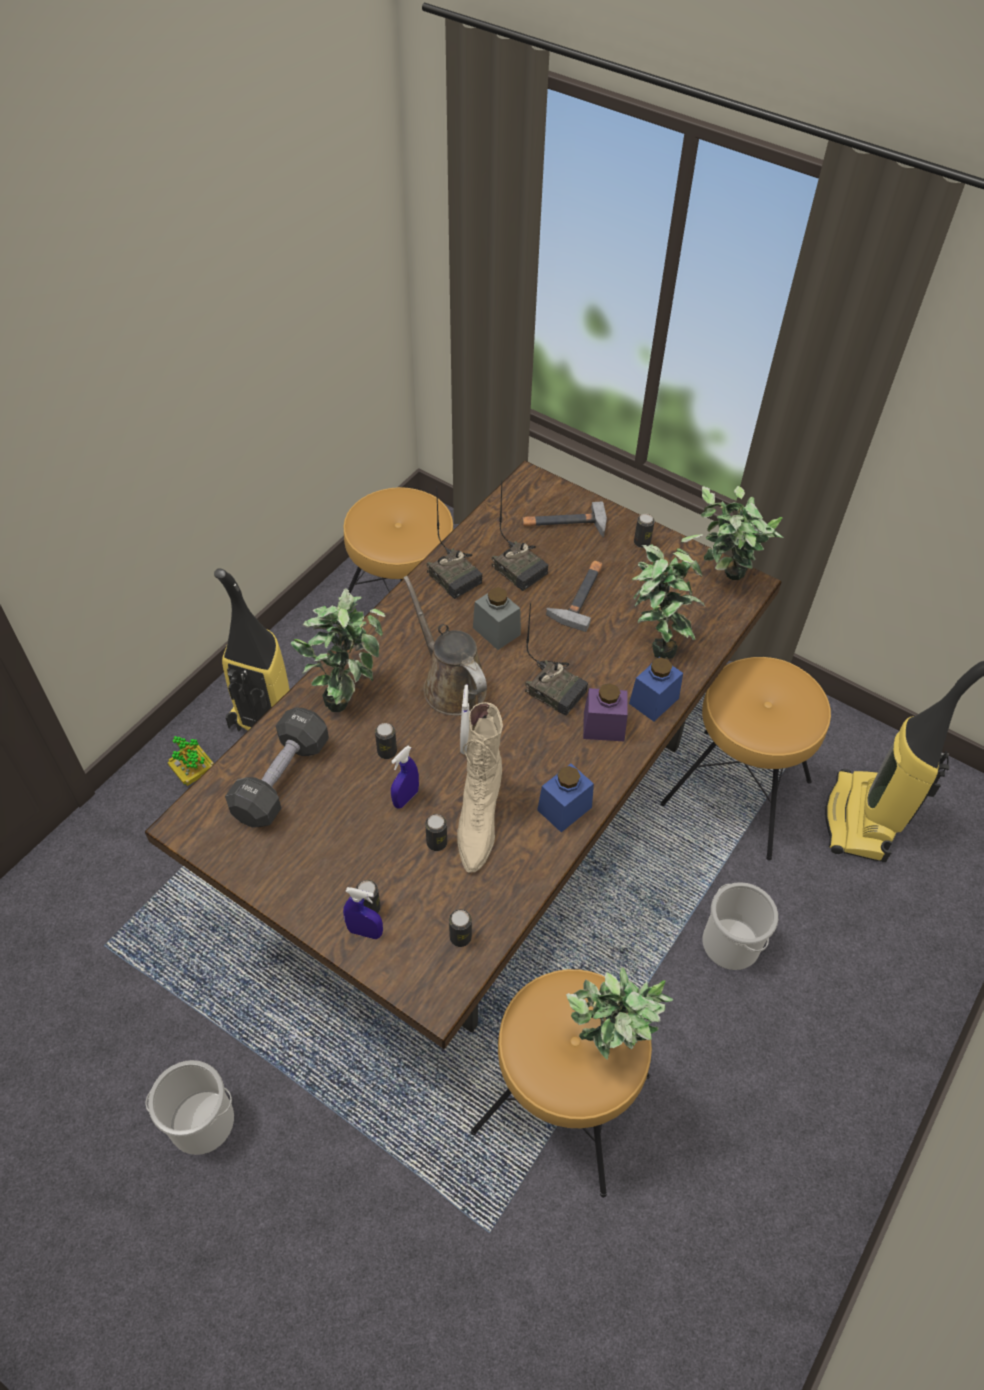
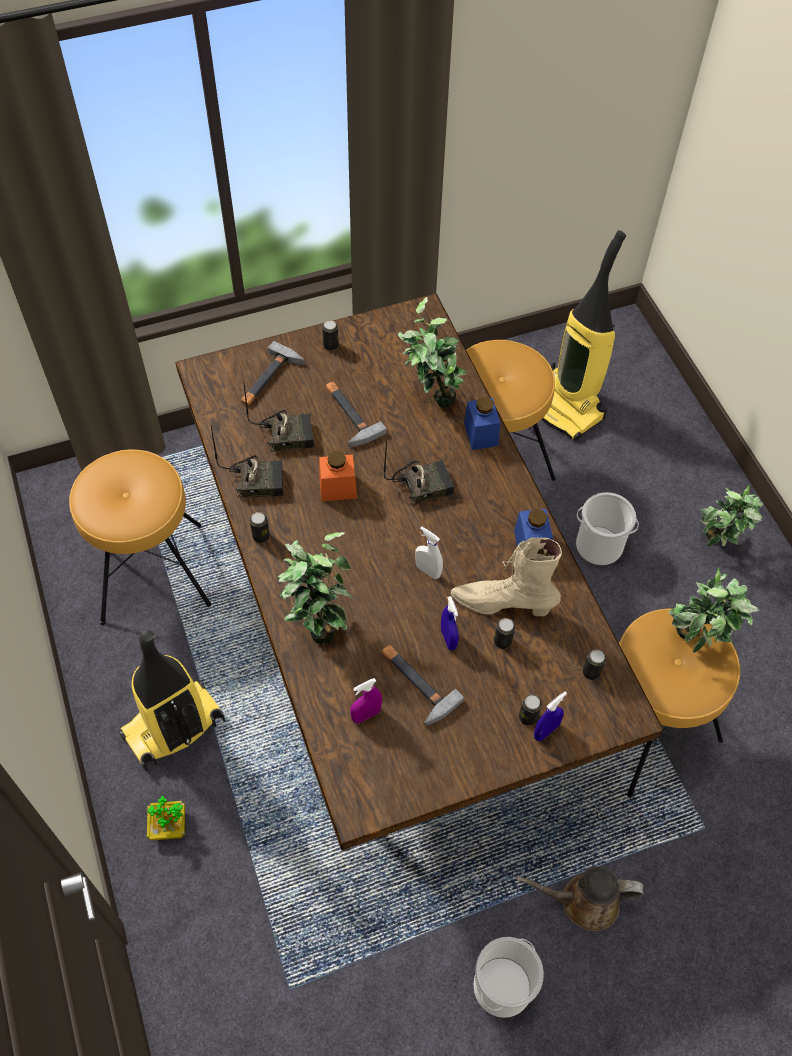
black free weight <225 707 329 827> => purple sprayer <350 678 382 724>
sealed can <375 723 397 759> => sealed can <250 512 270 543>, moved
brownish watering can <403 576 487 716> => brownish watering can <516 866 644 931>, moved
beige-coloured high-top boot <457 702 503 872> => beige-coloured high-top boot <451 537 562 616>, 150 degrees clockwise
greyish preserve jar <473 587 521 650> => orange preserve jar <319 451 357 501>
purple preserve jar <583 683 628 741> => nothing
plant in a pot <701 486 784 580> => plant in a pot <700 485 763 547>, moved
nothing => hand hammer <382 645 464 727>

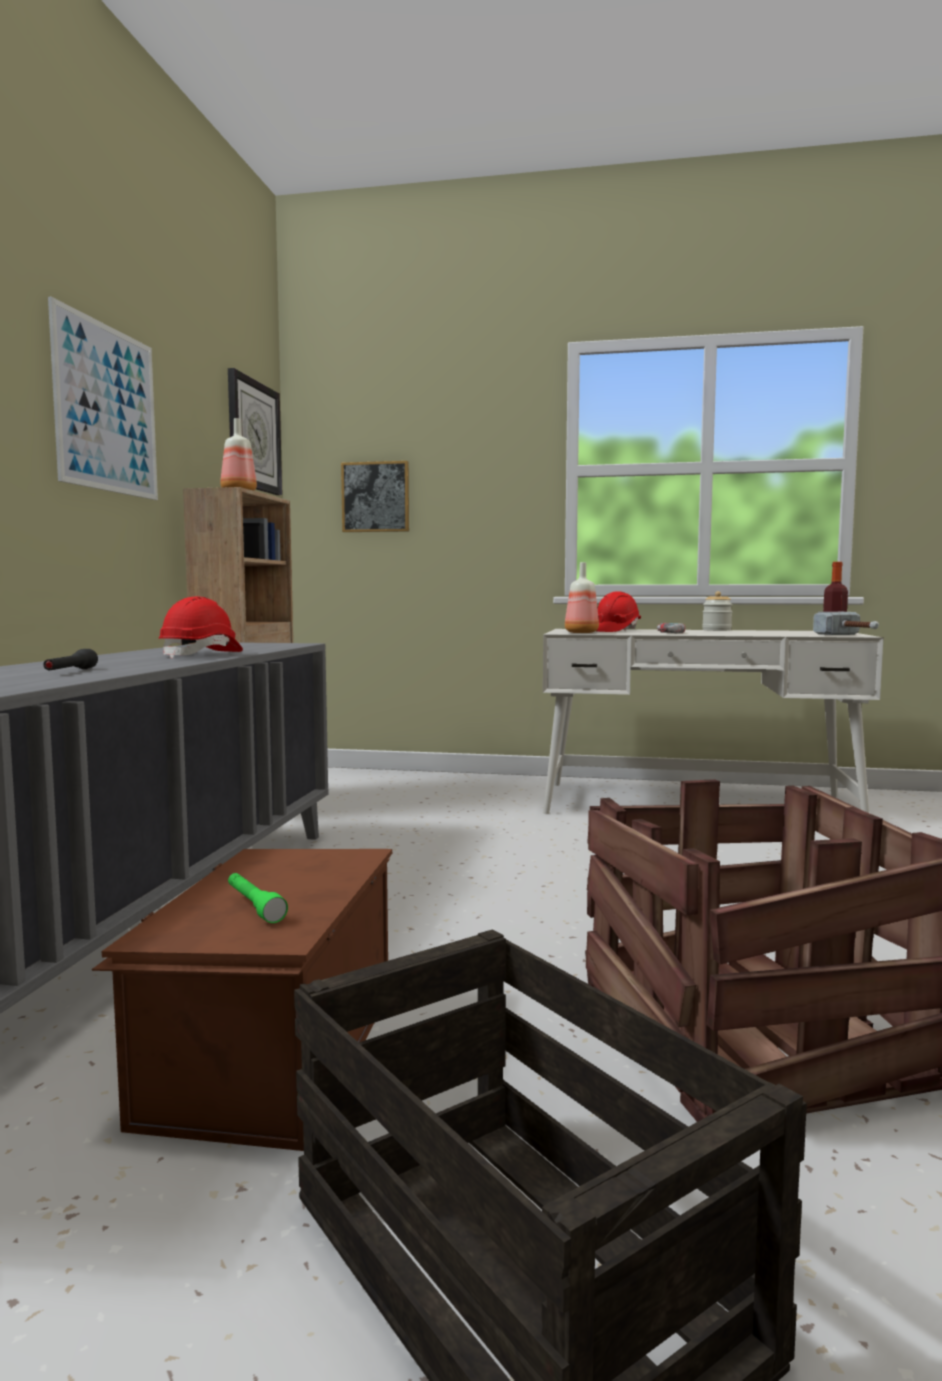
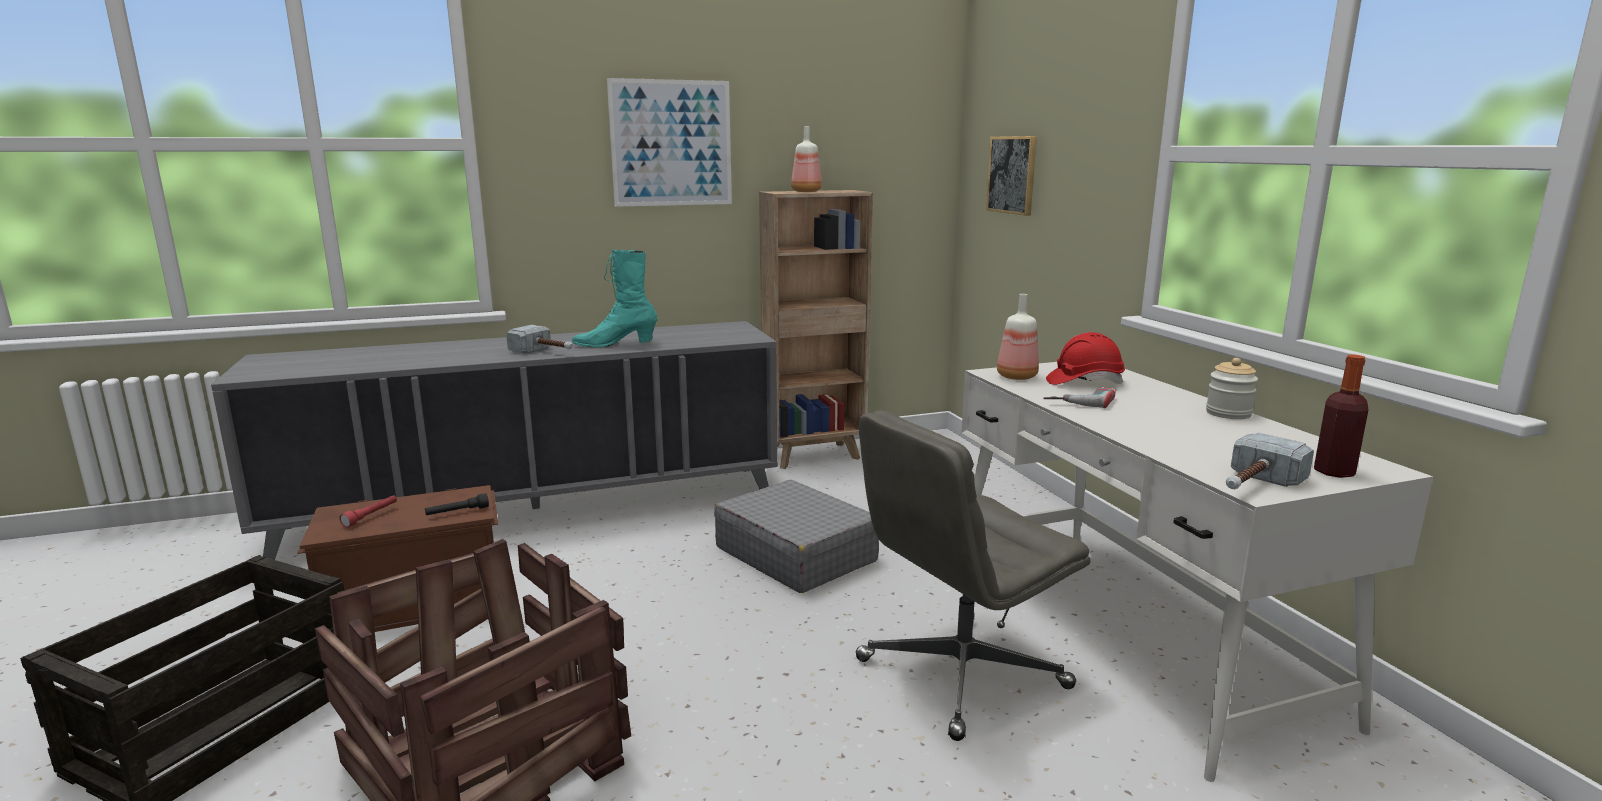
black torch <43 649 98 670> => black torch <425 493 489 515>, moved
red-coloured hard hat <159 596 243 658> => blue-green high-top boot <572 250 657 348>
clock on the wall <228 368 282 495> => nothing
greenish torch <228 873 288 923> => red-coloured torch <339 495 397 528>
nothing => hand hammer <506 325 572 354>
nothing => greyish travel case <714 480 879 593>
nothing => greyish computer chair <856 410 1090 741>

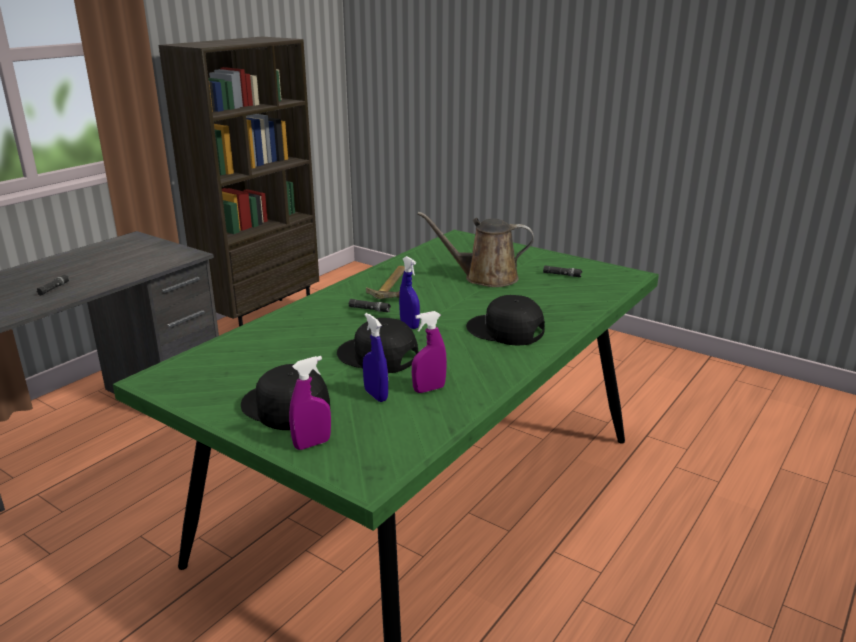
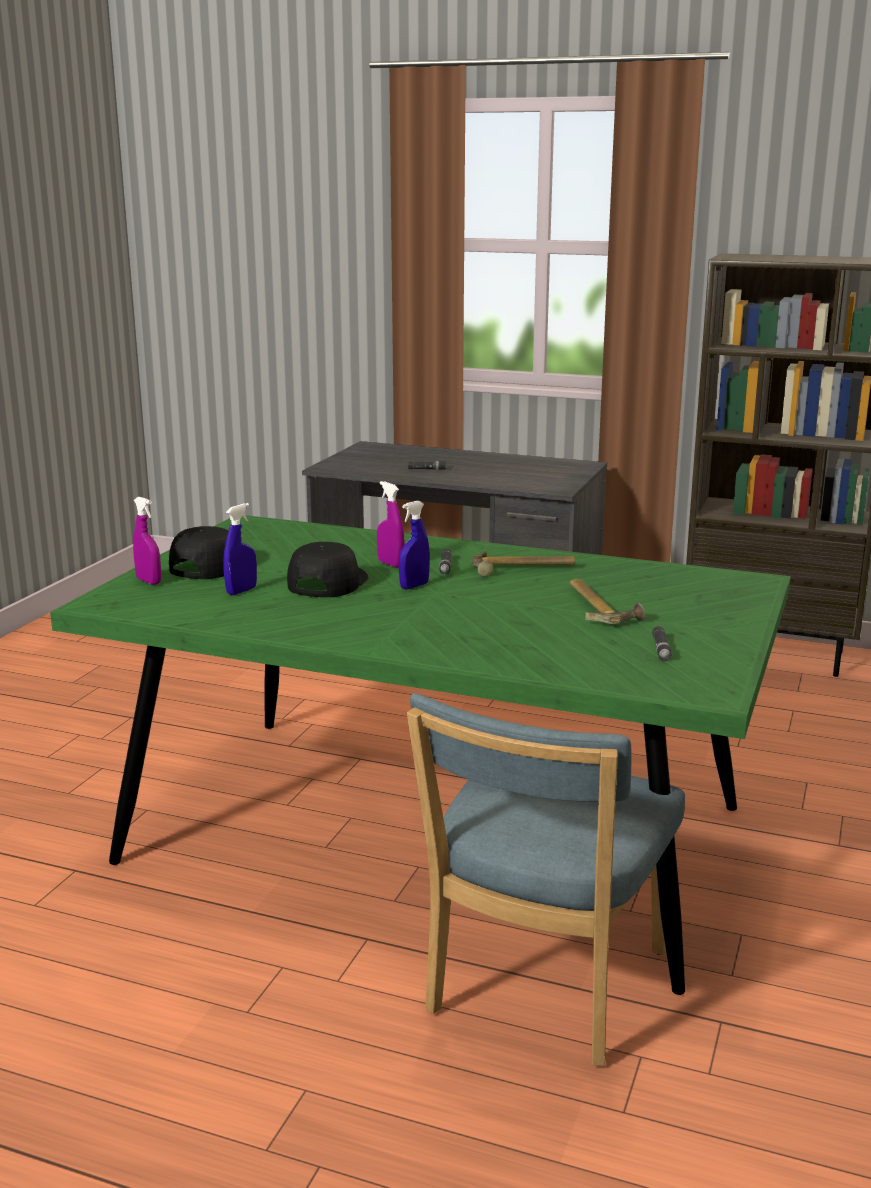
purple sprayer <412 311 447 393> => purple sprayer <377 481 405 568>, moved
brownish watering can <418 212 534 287> => hand hammer <570 579 645 624>
black peaked cap <466 295 545 346> => nothing
nothing => blue-coloured upright chair <407 693 685 1066>

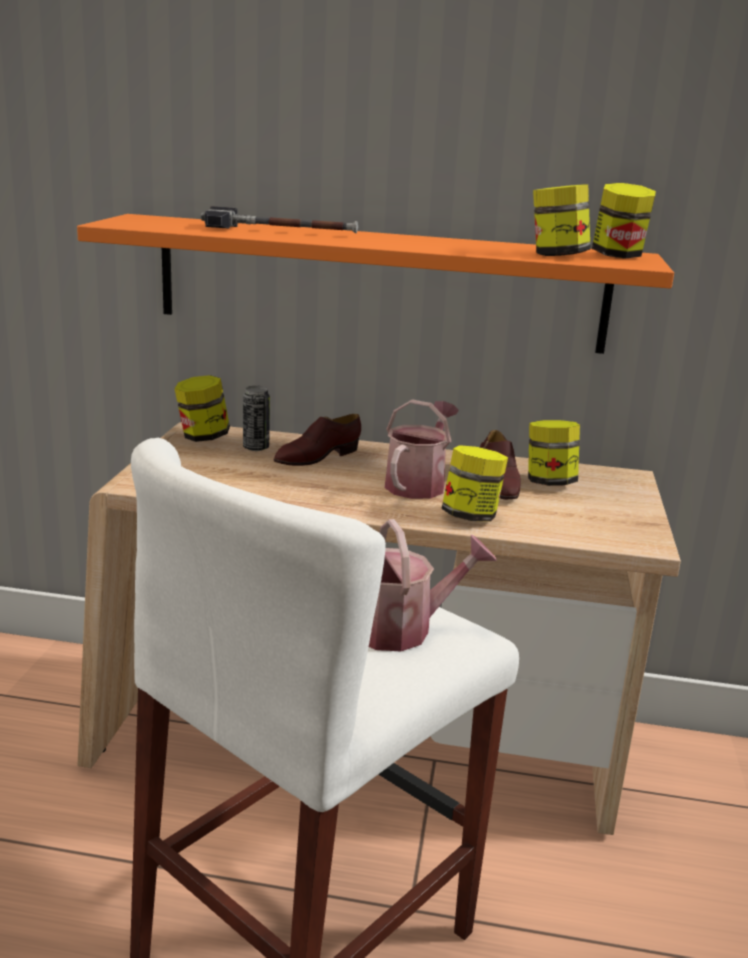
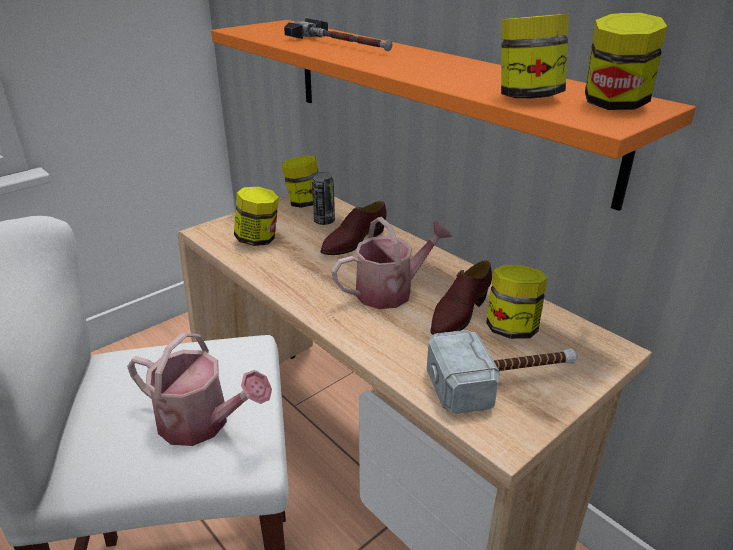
brownish low shoe <274 414 361 466> => brownish low shoe <320 201 387 255>, 45 degrees counterclockwise
preserve jar <441 445 508 522> => preserve jar <234 187 279 246>, moved
nothing => hand hammer <427 330 578 414>

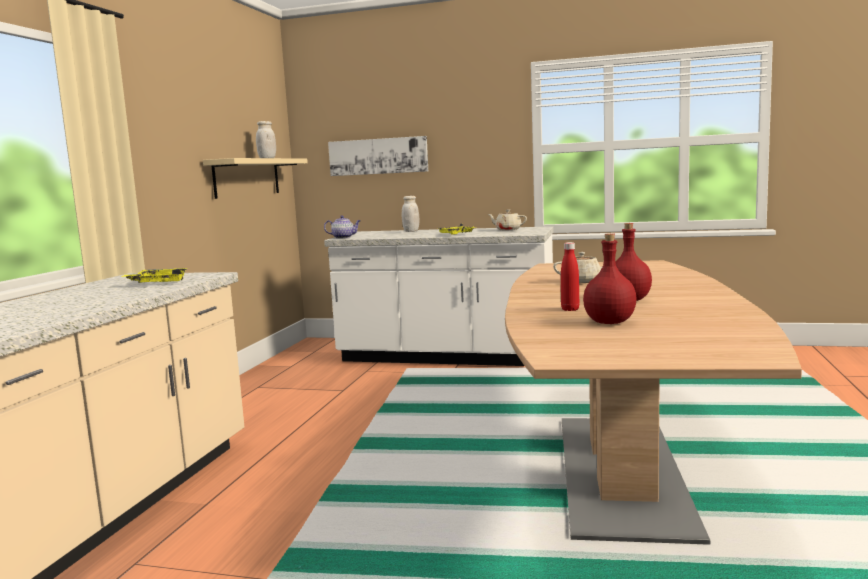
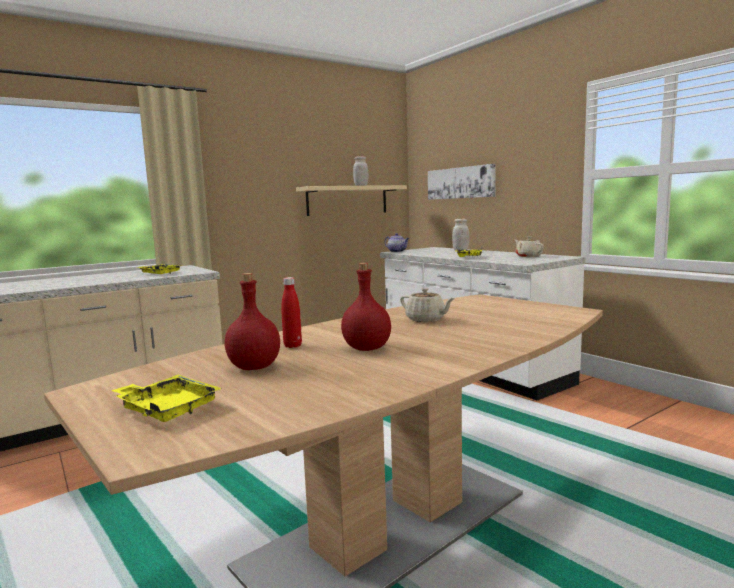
nothing => yellow carrying tray <111 375 222 422>

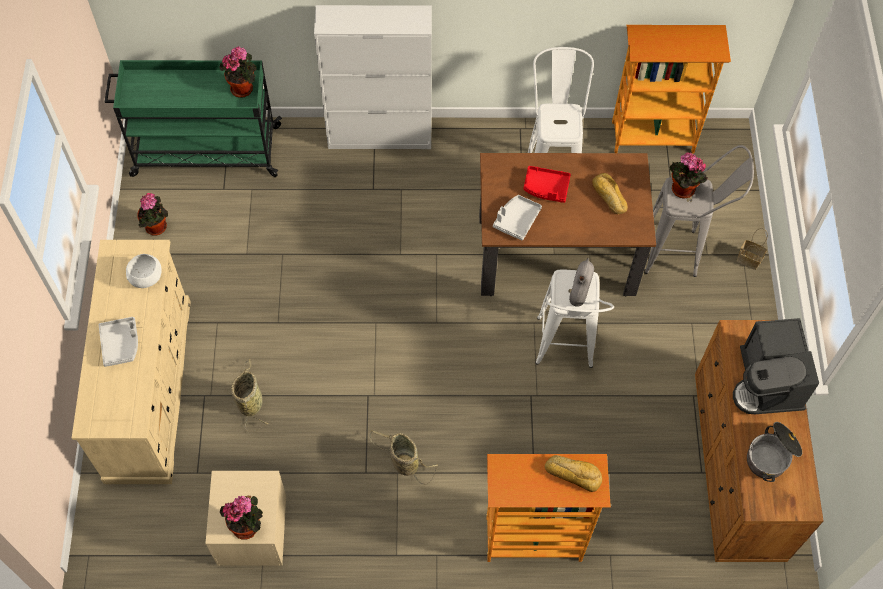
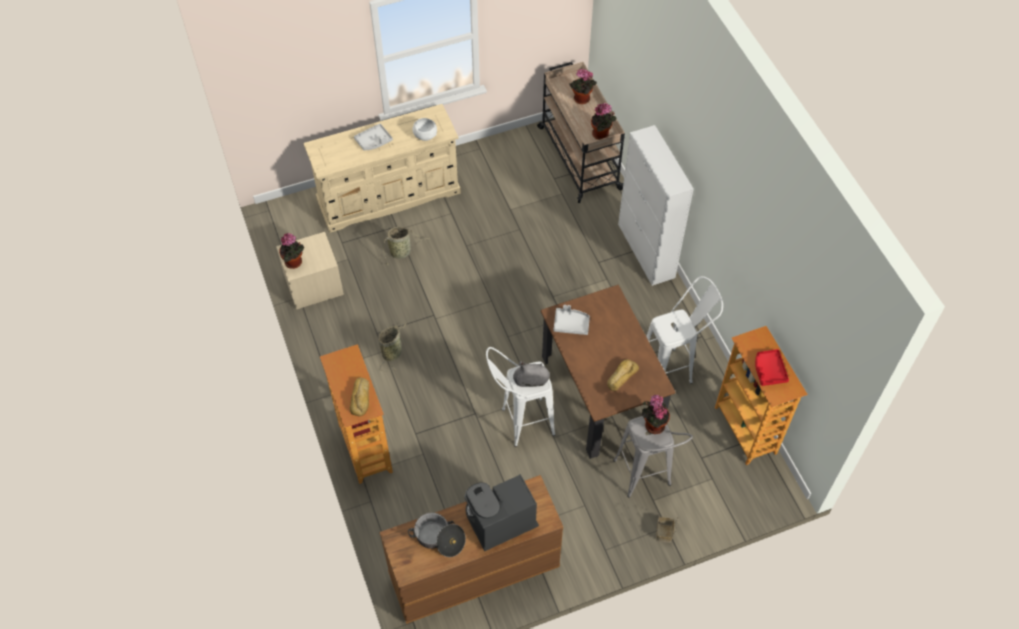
greenish trolley <104 60 282 177> => beige-coloured trolley <537 62 625 203>
plant in a pot <138 193 168 236> => plant in a pot <569 69 597 104>, moved
red-coloured carrying tray <524 166 571 203> => red-coloured carrying tray <755 349 789 386>, moved

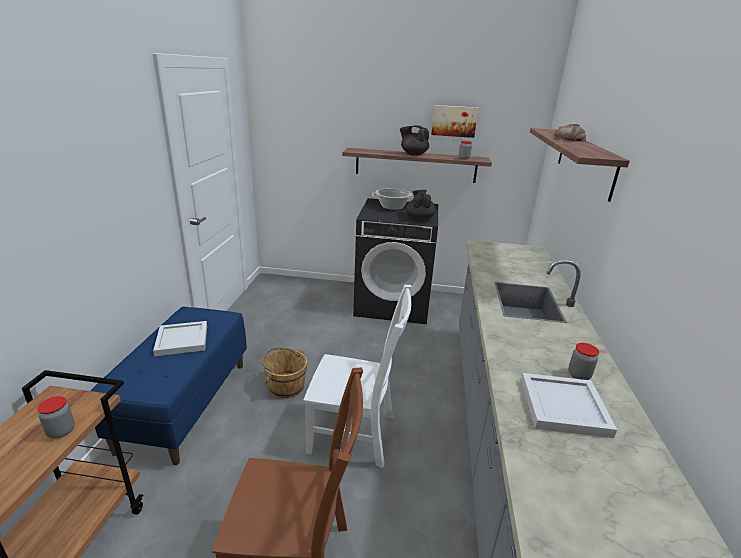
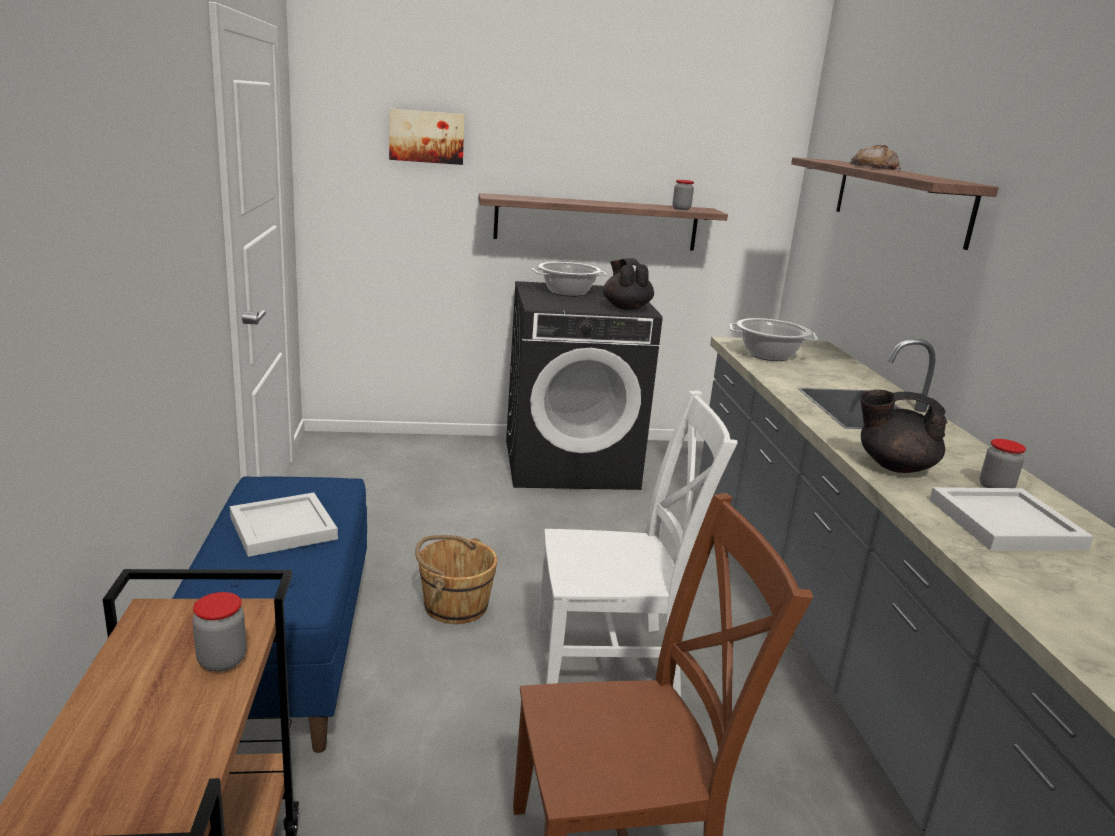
black pot for tea <400 125 429 156> => black pot for tea <860 390 947 473>, moved
picture <431 105 478 138> => picture <389 109 464 165>, moved
nothing => saucepot <730 318 818 361>

